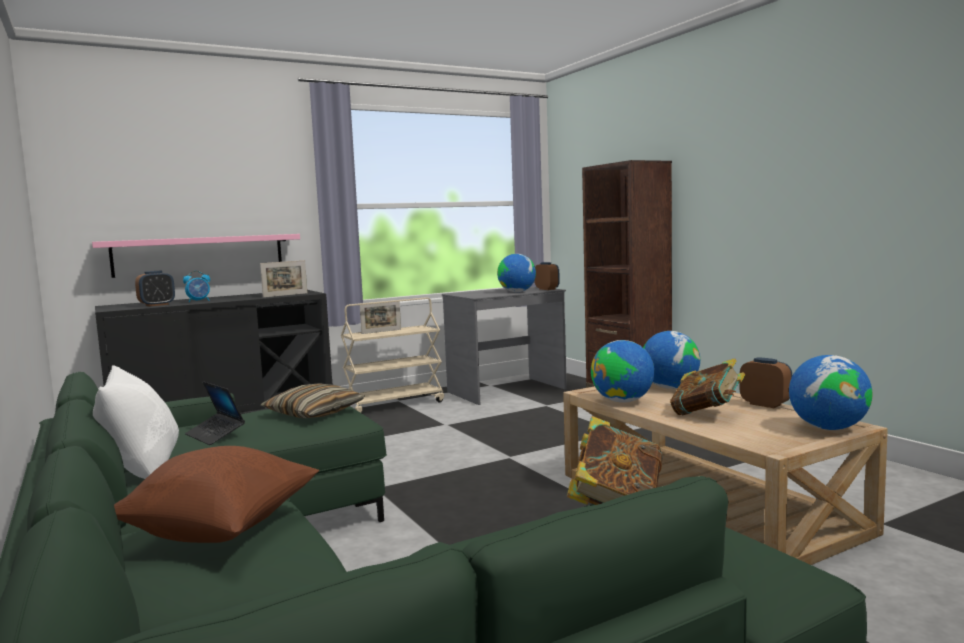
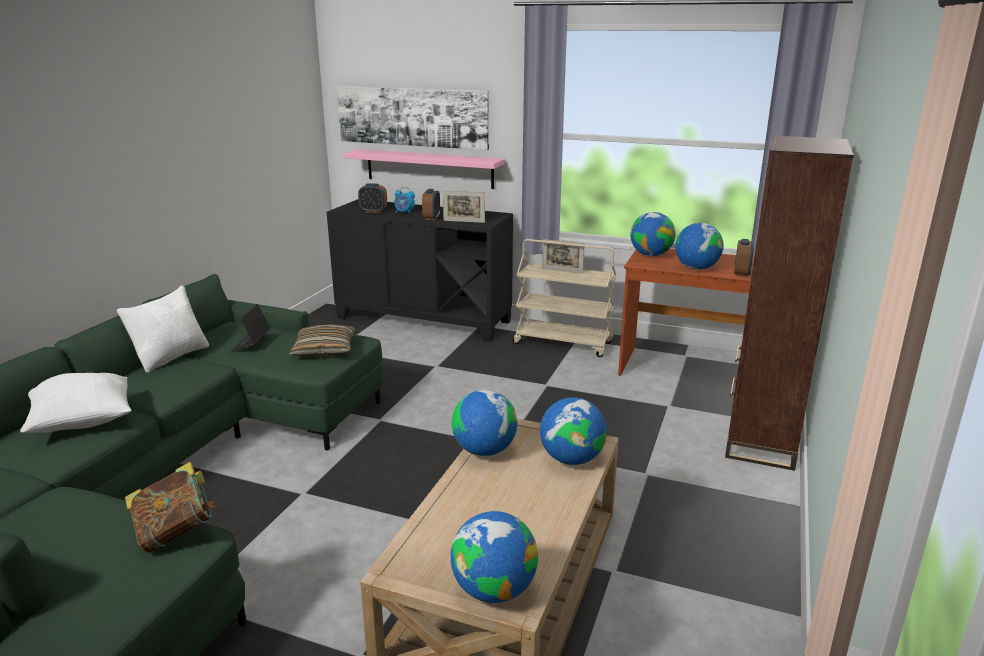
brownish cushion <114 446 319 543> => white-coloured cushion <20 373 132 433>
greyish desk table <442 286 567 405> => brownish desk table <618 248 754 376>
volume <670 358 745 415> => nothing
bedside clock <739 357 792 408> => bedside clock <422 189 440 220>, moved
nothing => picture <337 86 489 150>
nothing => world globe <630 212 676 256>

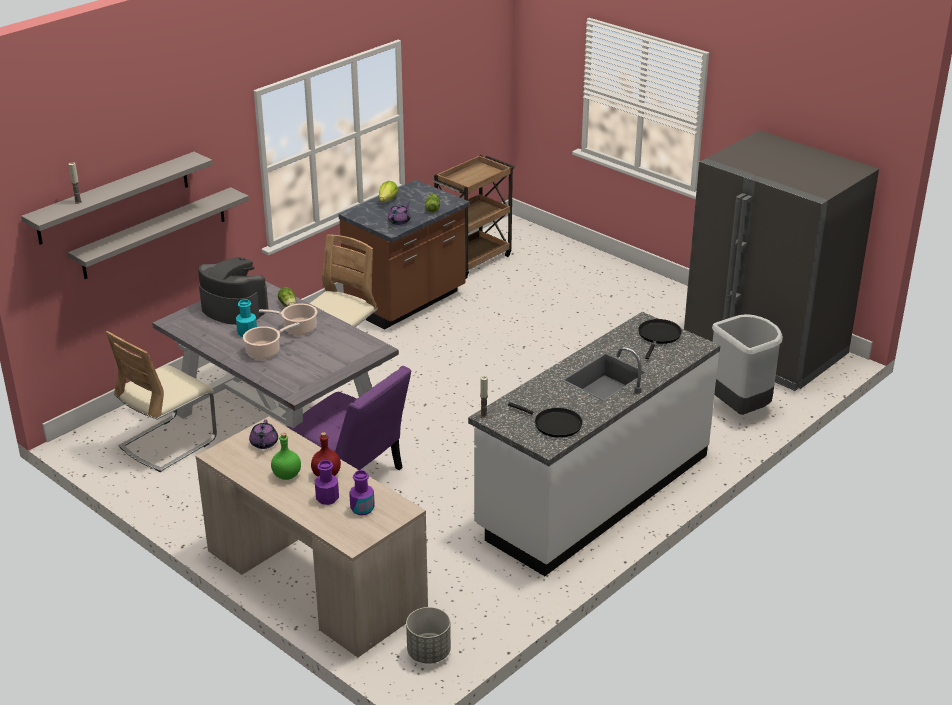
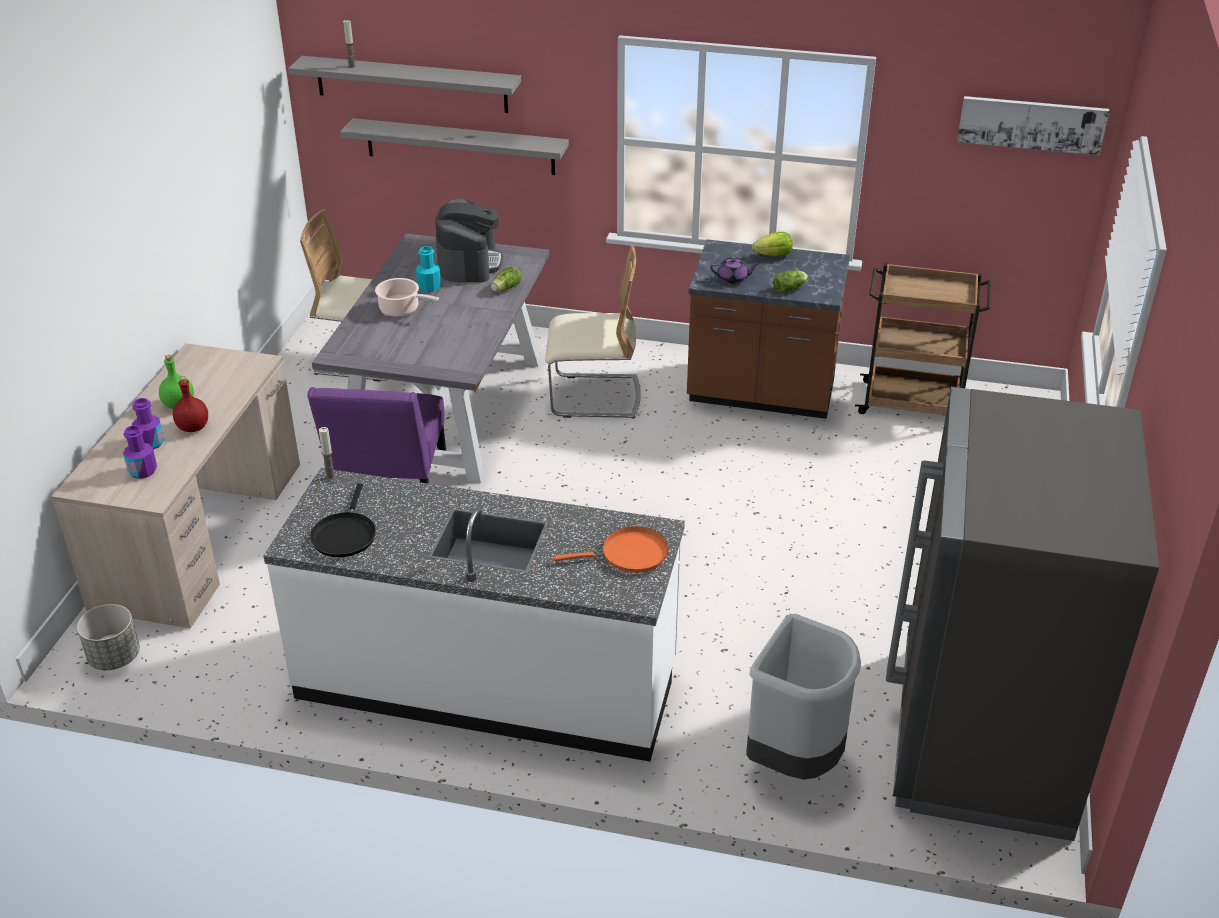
purple pot for tea <249 419 278 449> => nothing
saucepot <259 303 317 335> => nothing
black skillet <638 319 682 359> => orange skillet <554 526 669 573>
nothing => picture <957 96 1109 155>

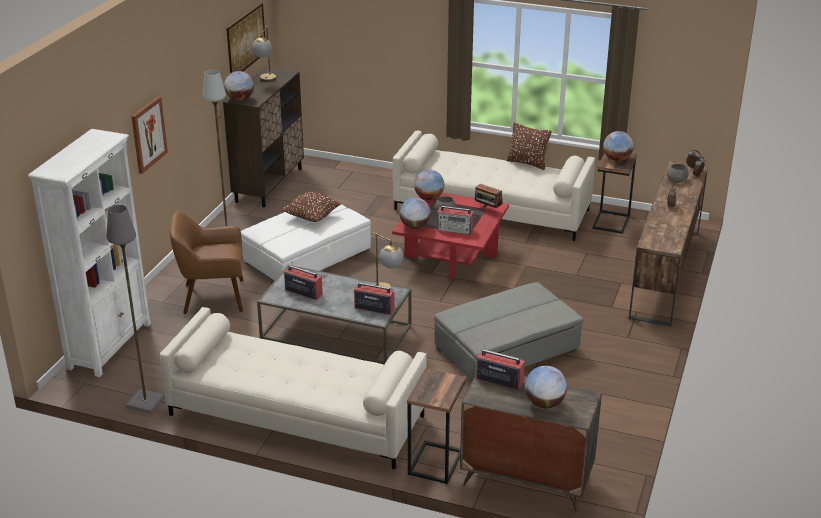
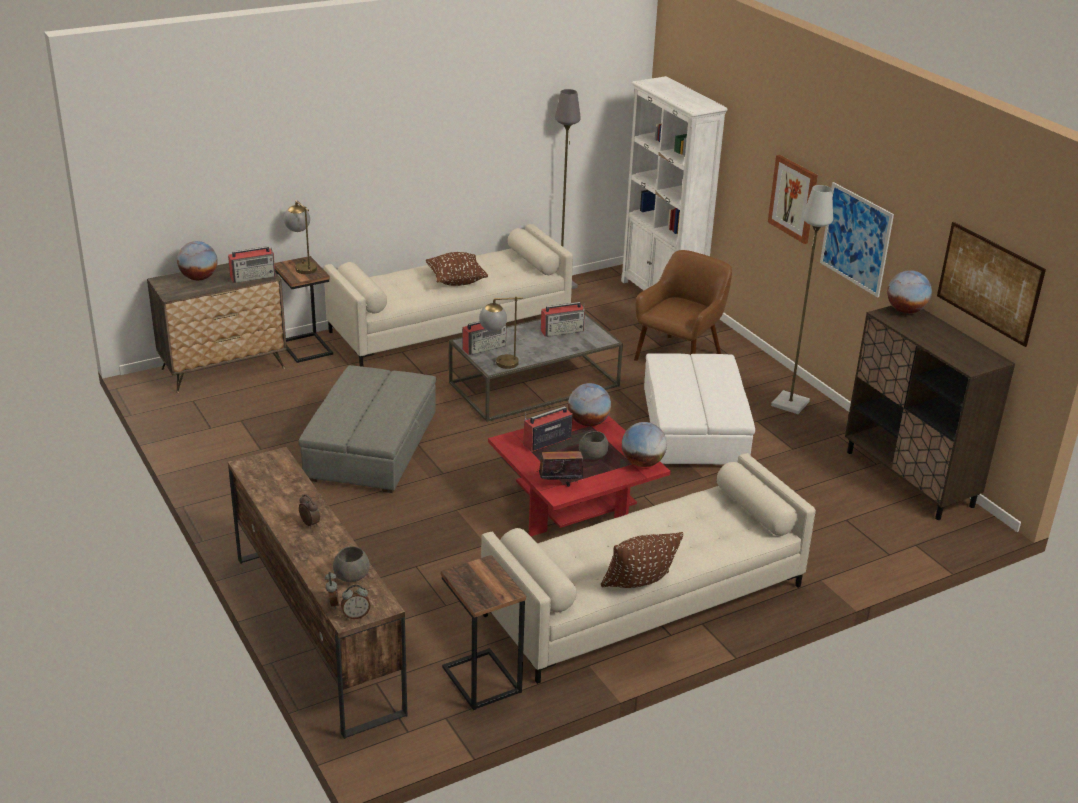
lamp for a table <252 26 276 82> => lamp for a table <284 200 317 274>, moved
brownish cushion <281 191 342 222> => brownish cushion <426 252 488 286>, moved
world globe <603 131 634 161> => nothing
nothing => picture <820 182 894 298>

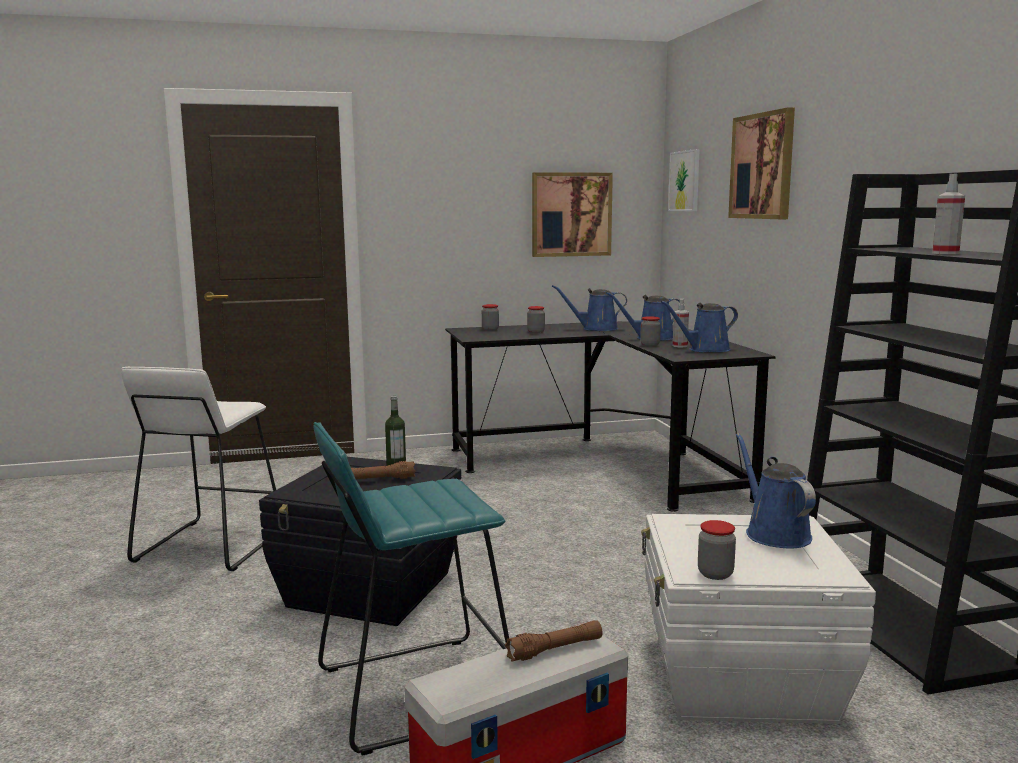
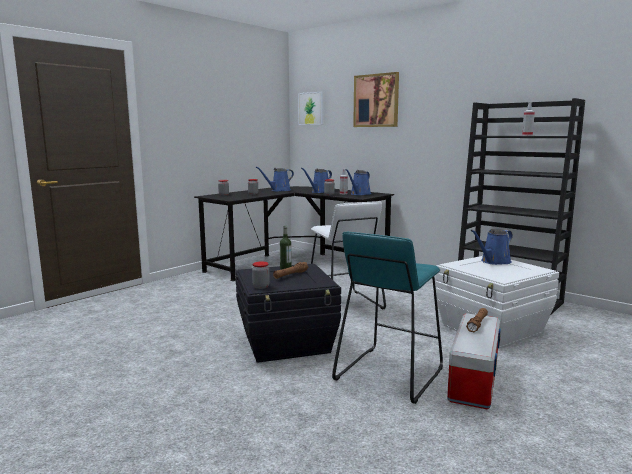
white-coloured sitting stool <121 366 276 571> => white-coloured sitting stool <311 201 386 310>, moved
picture <532 172 613 257> => nothing
preserve jar <698 520 736 580> => preserve jar <252 261 270 289>, moved
blue-coloured watering can <736 433 816 549> => blue-coloured watering can <471 229 513 265>, 75 degrees counterclockwise

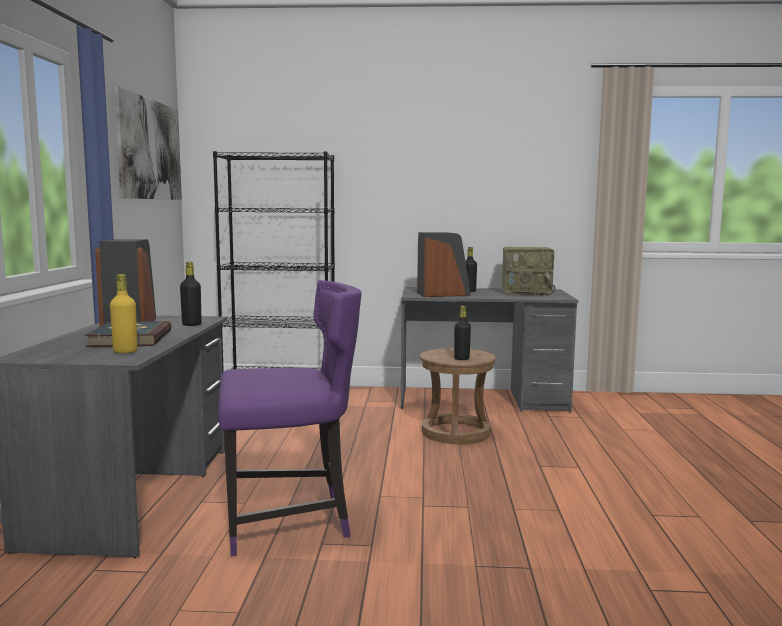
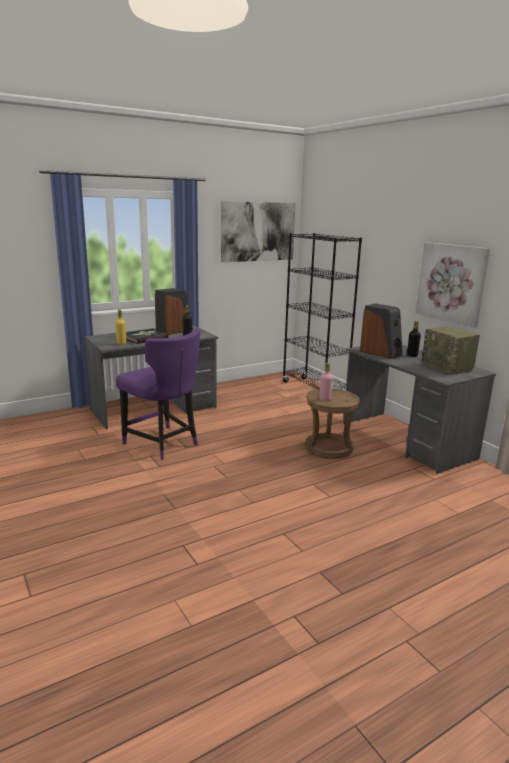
black drink bottle <454 306 471 360> => pinkish drink bottle <319 363 333 401>
nothing => picture <415 242 490 328>

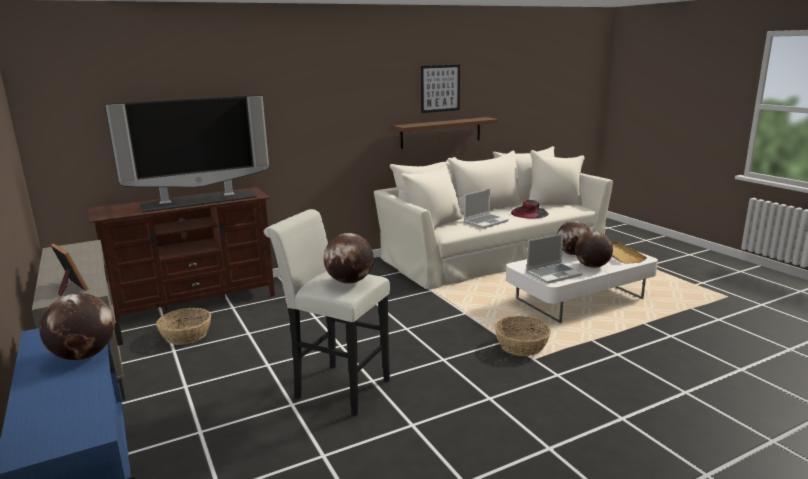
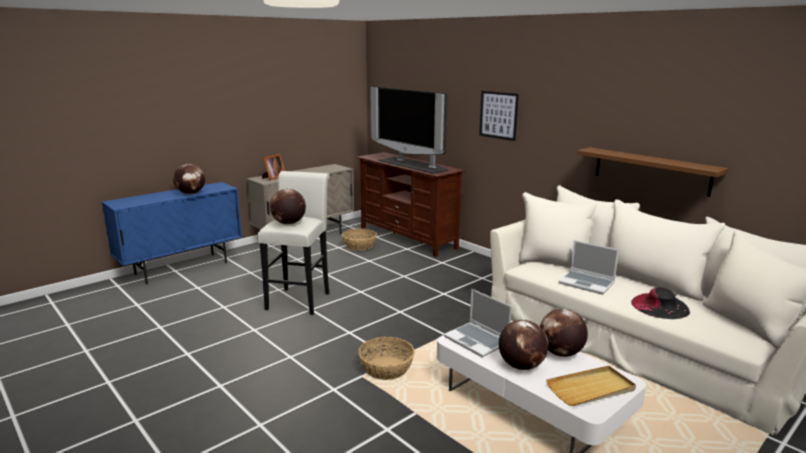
picture <421 64 460 113> => picture <479 91 519 141>, moved

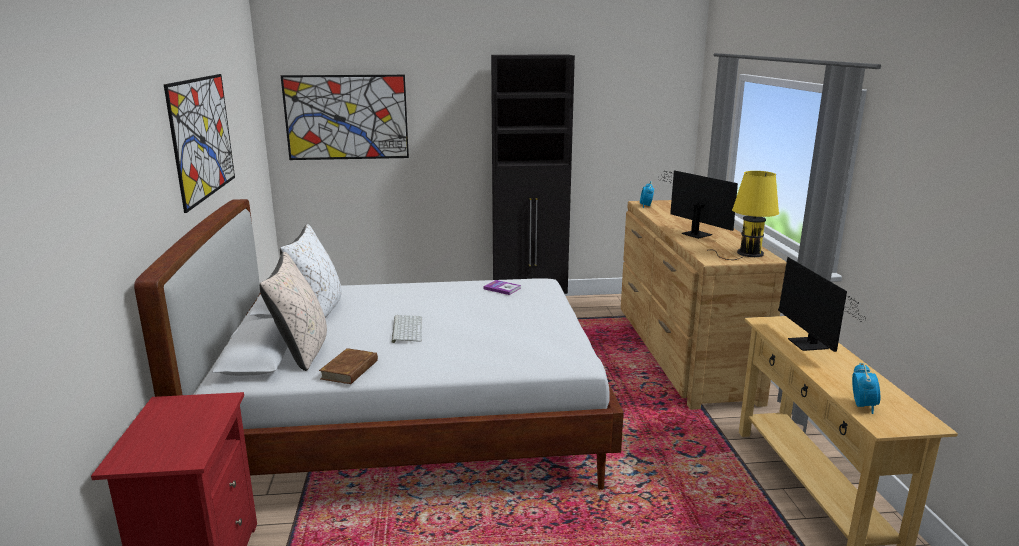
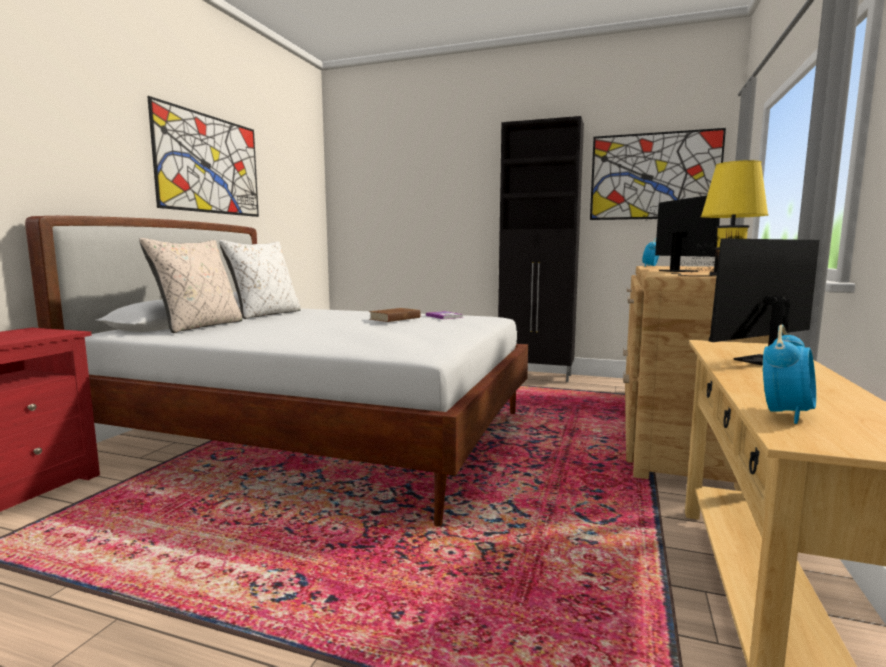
picture <281 75 409 160> => picture <590 128 726 220>, moved
brownish volume <319 348 378 384> => brownish volume <369 308 421 322>, moved
computer keyboard <392 315 422 343> => nothing
computer display <778 257 867 352> => computer display <679 238 820 366>, 45 degrees clockwise

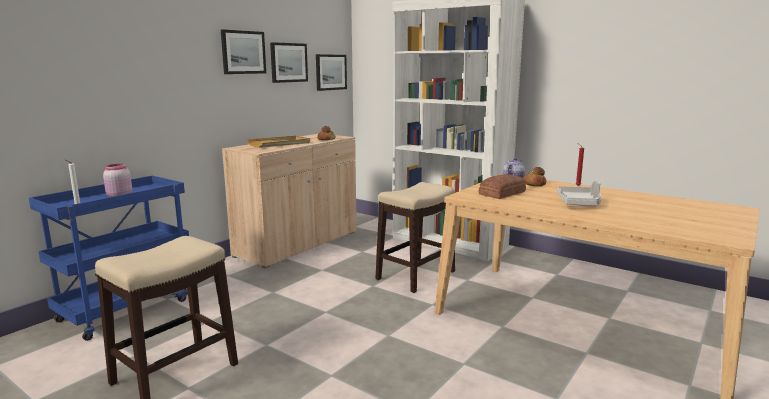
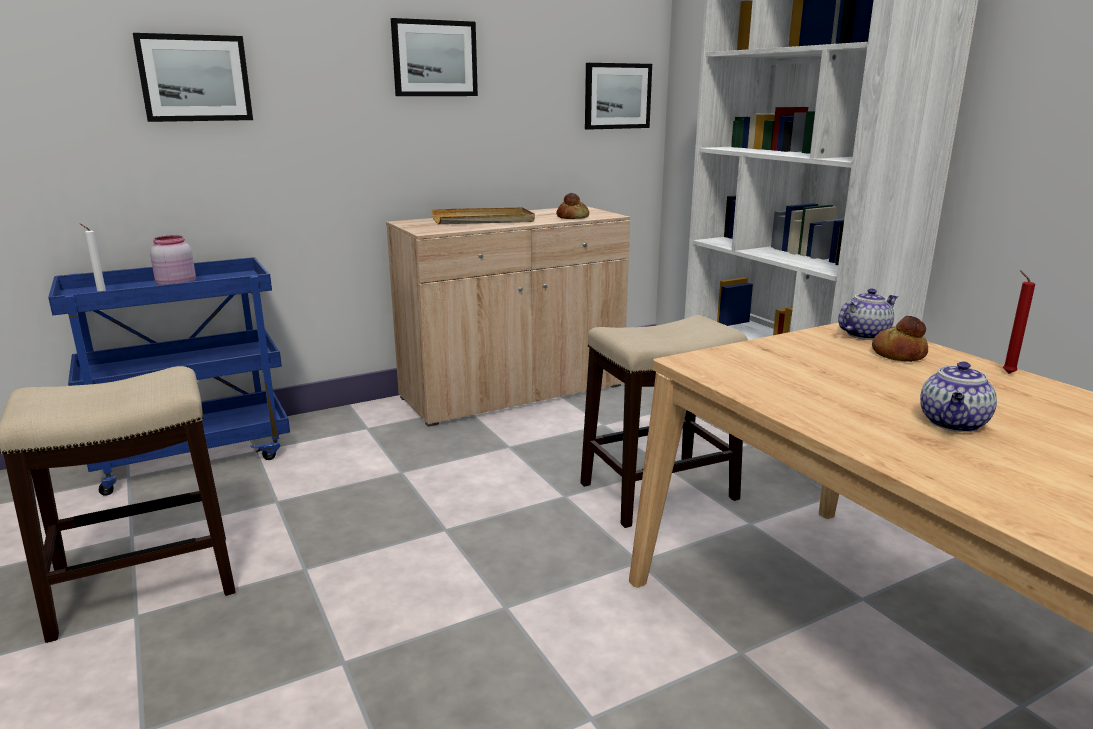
picture <270 42 308 83> => picture <133 33 253 122>, moved
bakery bread <479 174 526 199> => nothing
greyish carrying tray <557 181 602 206> => pot for tea <920 361 997 432>

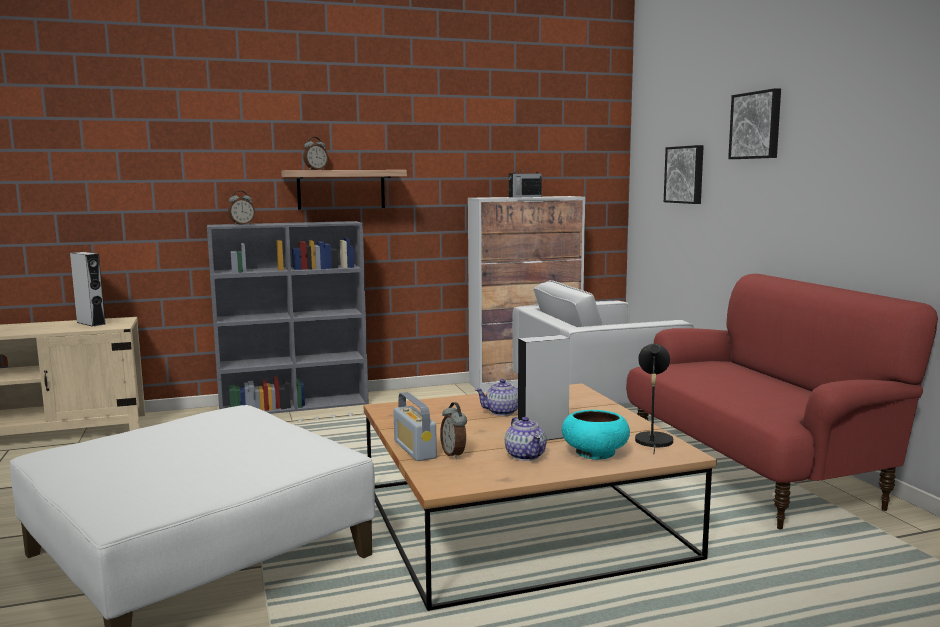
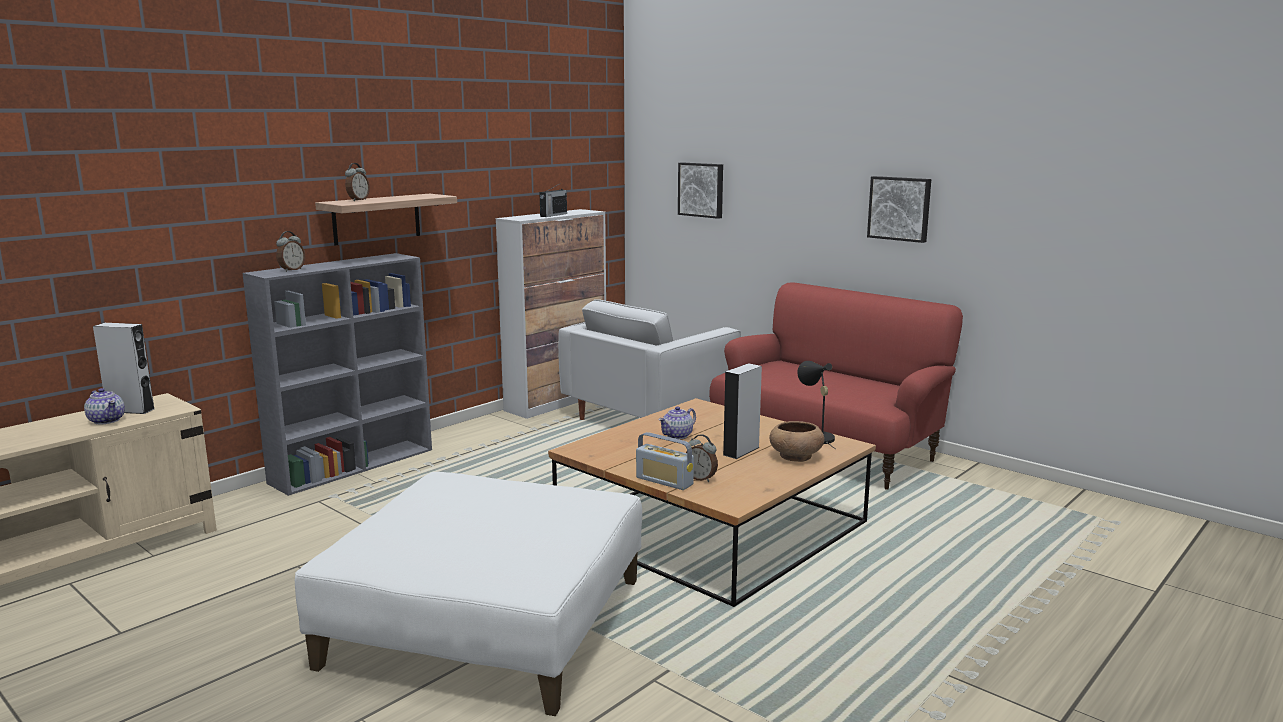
pot for tea <505 417 547 461> => pot for tea <84 388 125 424>, moved
blue-green serving bowl <562 410 630 460> => brownish serving bowl <769 421 824 462>
picture <728 88 781 159> => picture <867 176 931 243>, moved

